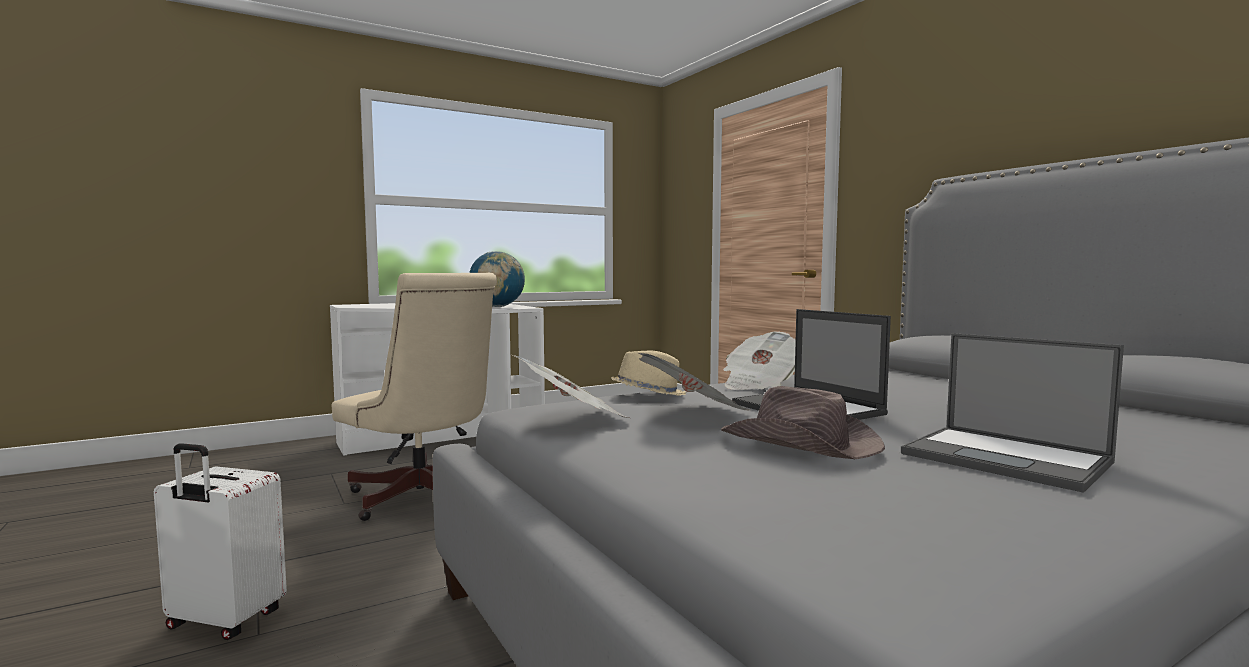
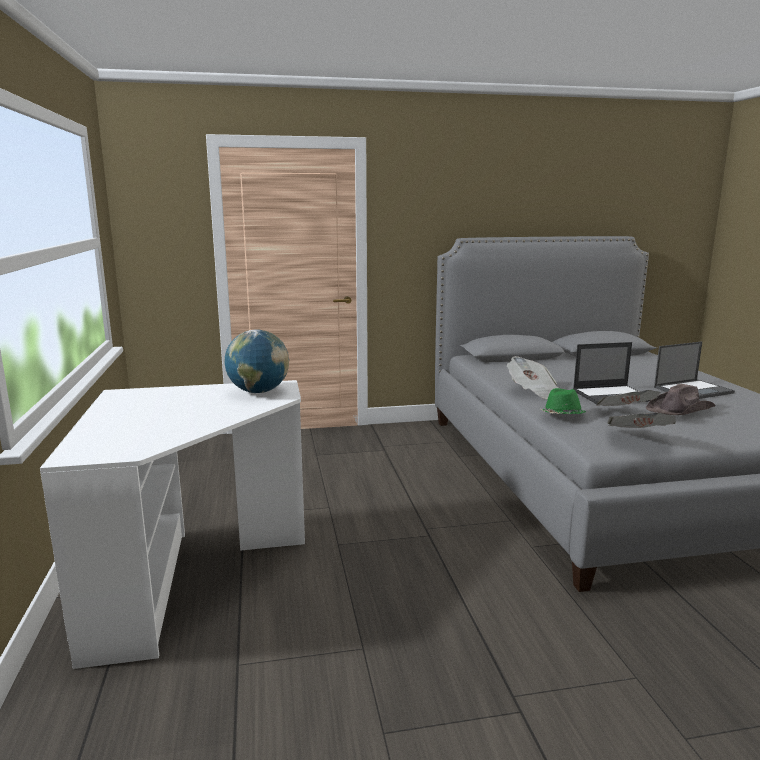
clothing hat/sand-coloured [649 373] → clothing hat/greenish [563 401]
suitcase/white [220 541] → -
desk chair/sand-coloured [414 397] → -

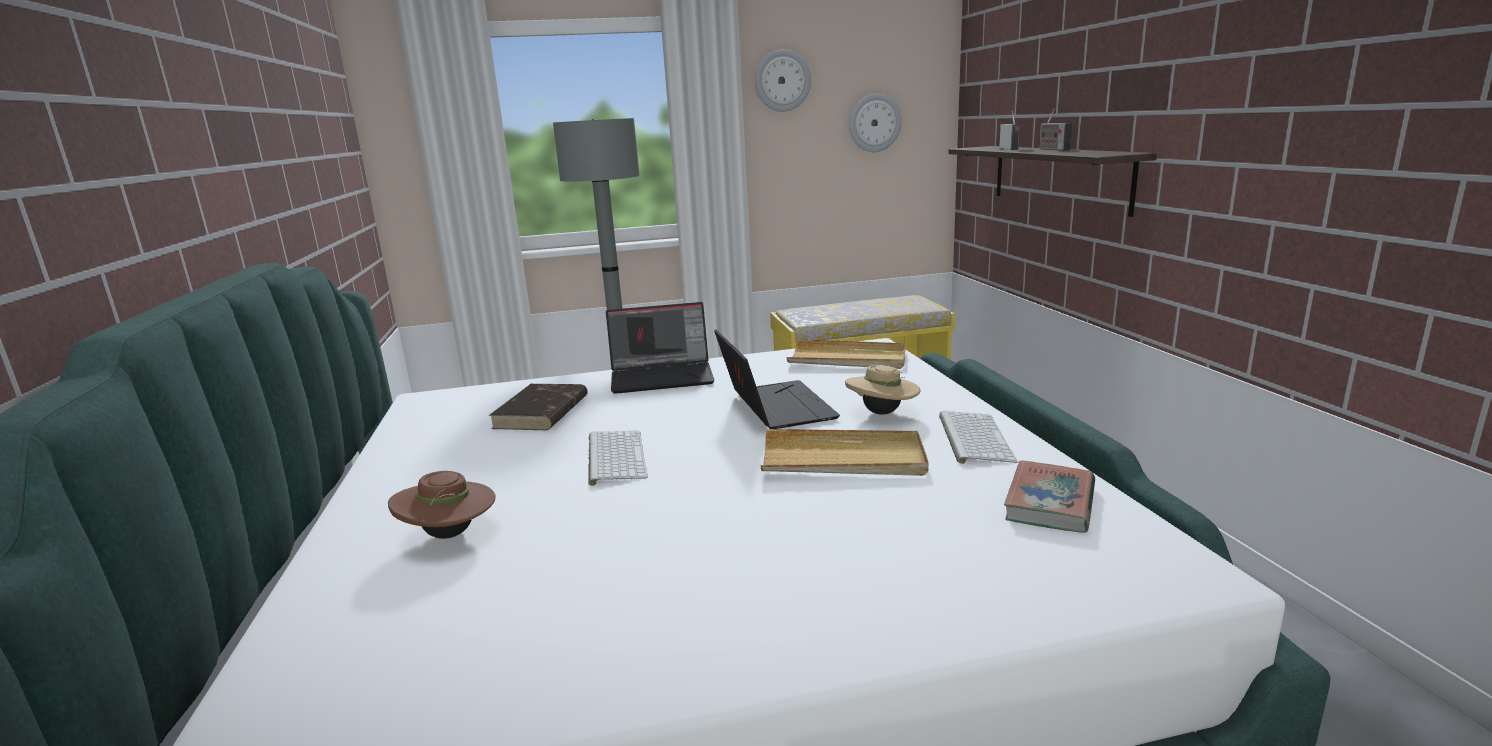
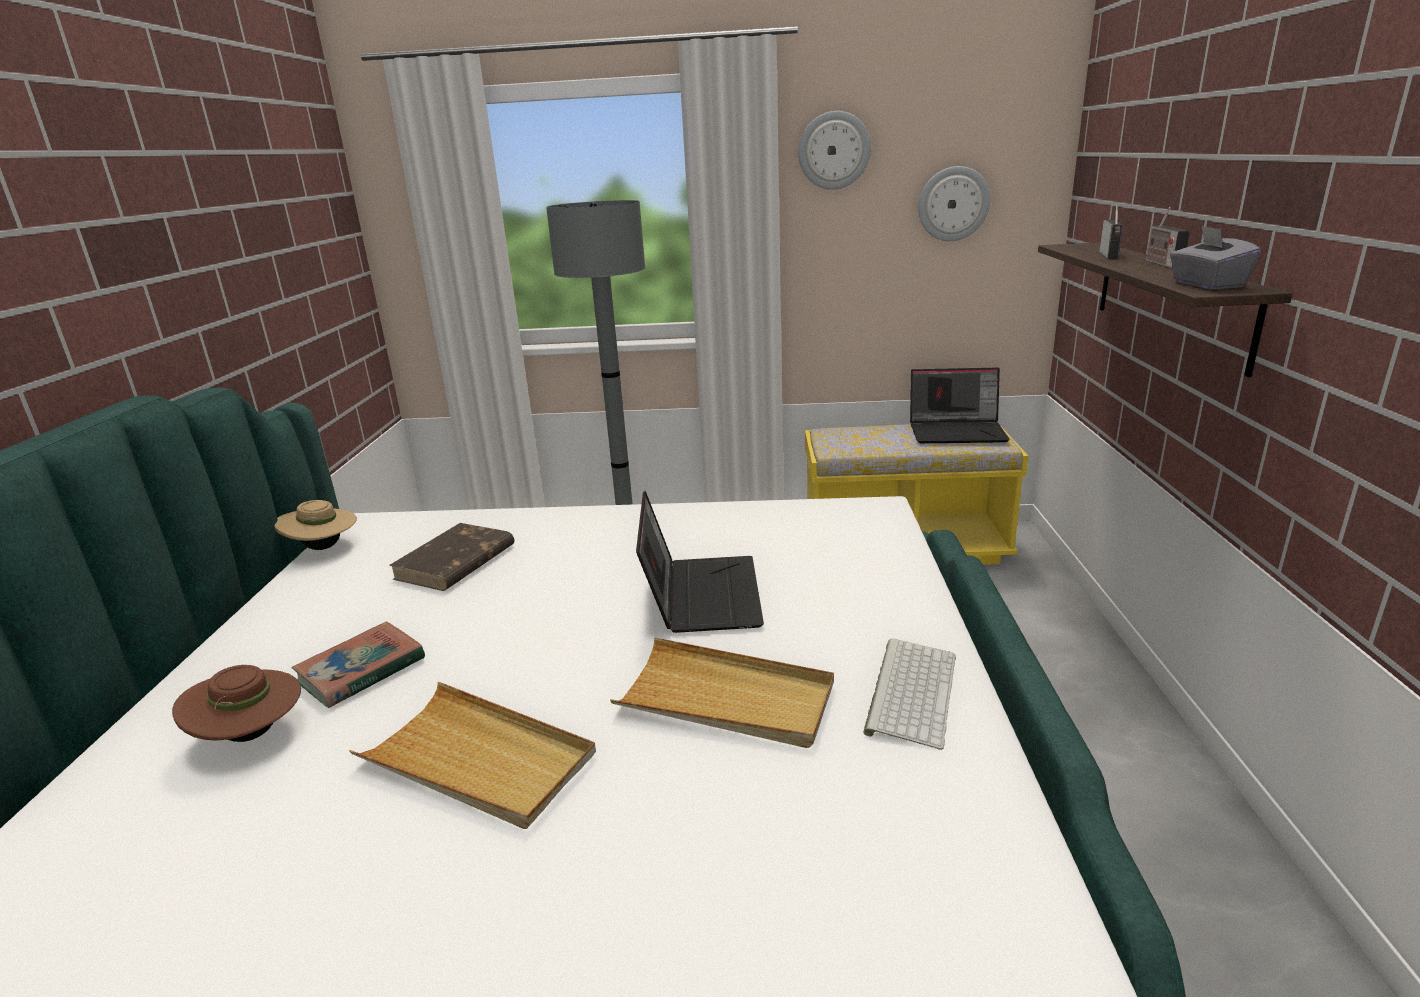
clothing hat/sand-coloured [883 390] → clothing hat/sand-coloured [315 525], move
volume [1049 496] → volume [358 664], move
serving tray/sand-coloured [846 354] → serving tray/sand-coloured [472 755], move
notebook computer [660 348] → notebook computer [960 405], move
- → tissue box/grey [1215 257]
keyboard [618 458] → -

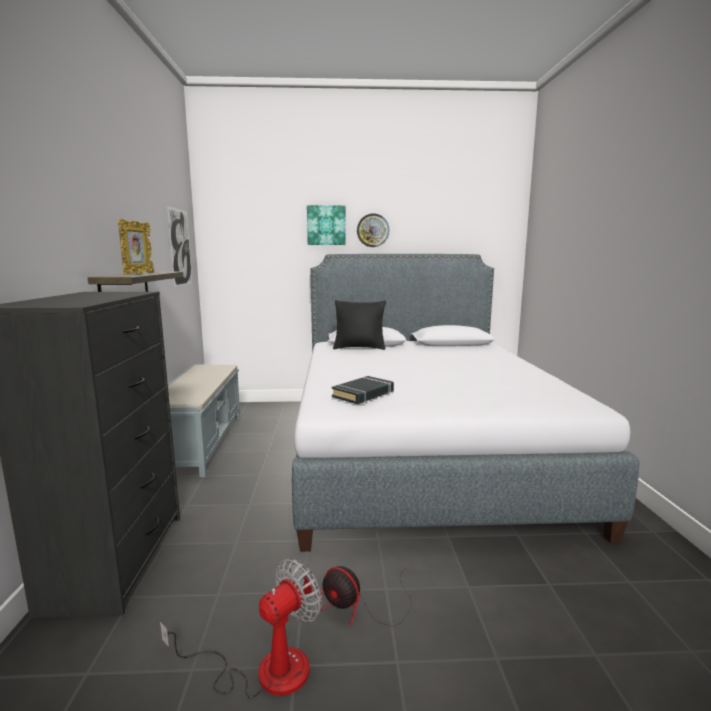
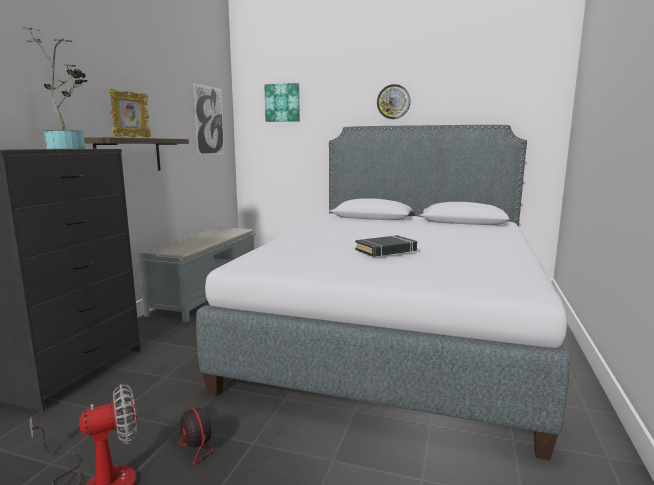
- → houseplant [55 88]
wall picture [326 225] → wall picture [282 102], move
volume/blackish [363 390] → volume/blackish [386 246], move
throw pillow/blackish [359 325] → -

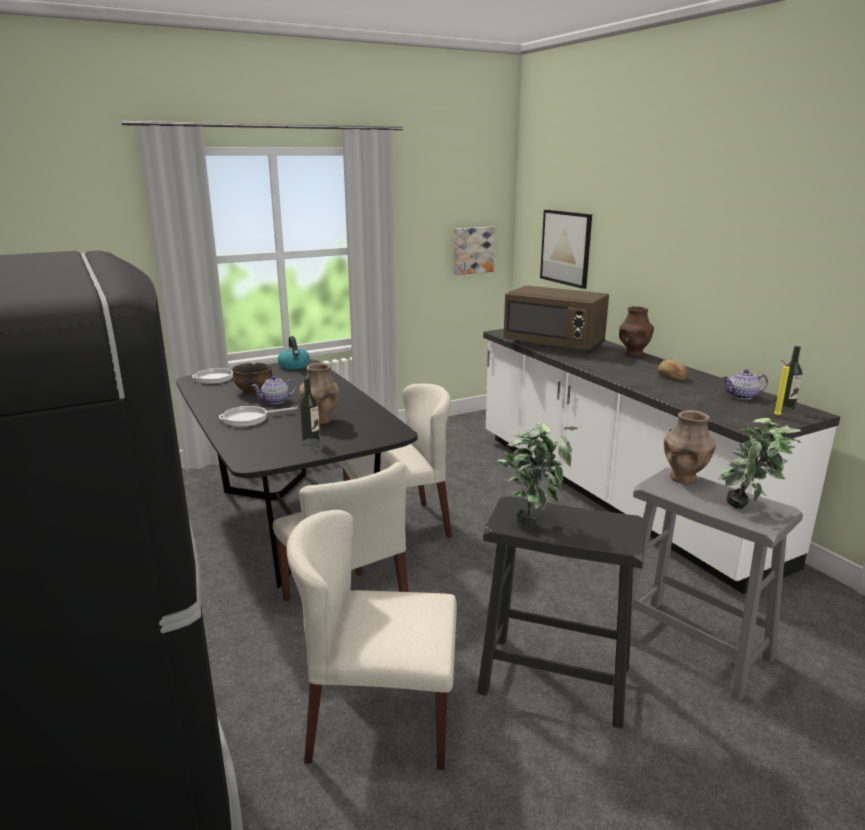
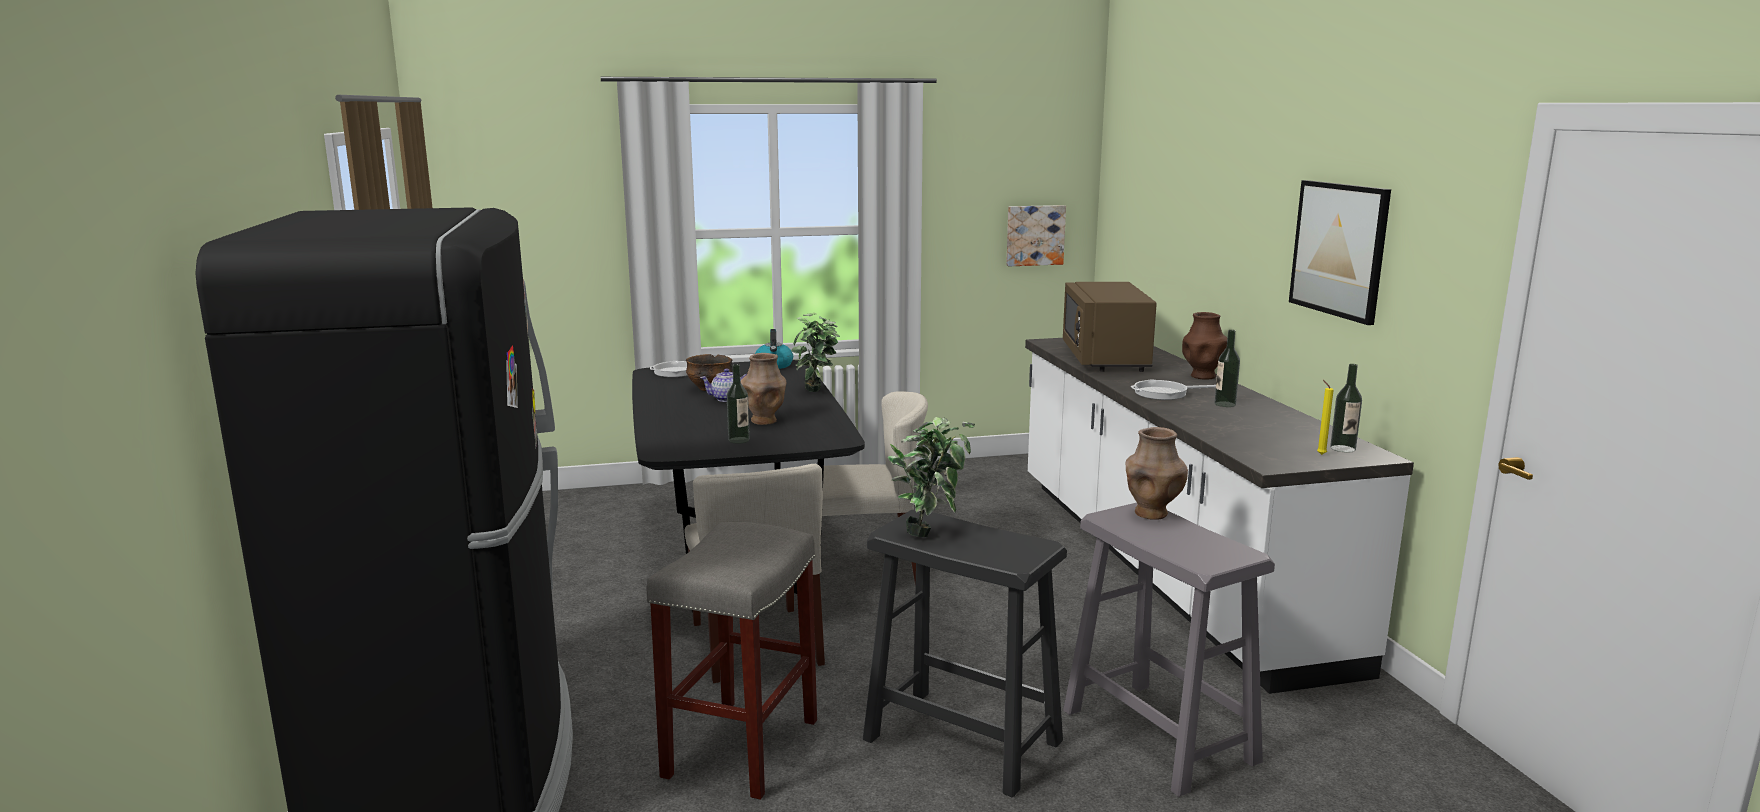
plain chair/sand-coloured [372 640] → stool/grey [731 661]
houseplant [759 463] → houseplant [815 352], move
microwave/brown-coloured [556 318] → microwave/brown-coloured [1110 327], 45 degrees clockwise
pan [258 416] → pan [1173 389], move
bakery bread [673 370] → drink bottle [1227 368]
wall picture [566 249] → wall picture [1340 252], move
teapot [745 384] → -

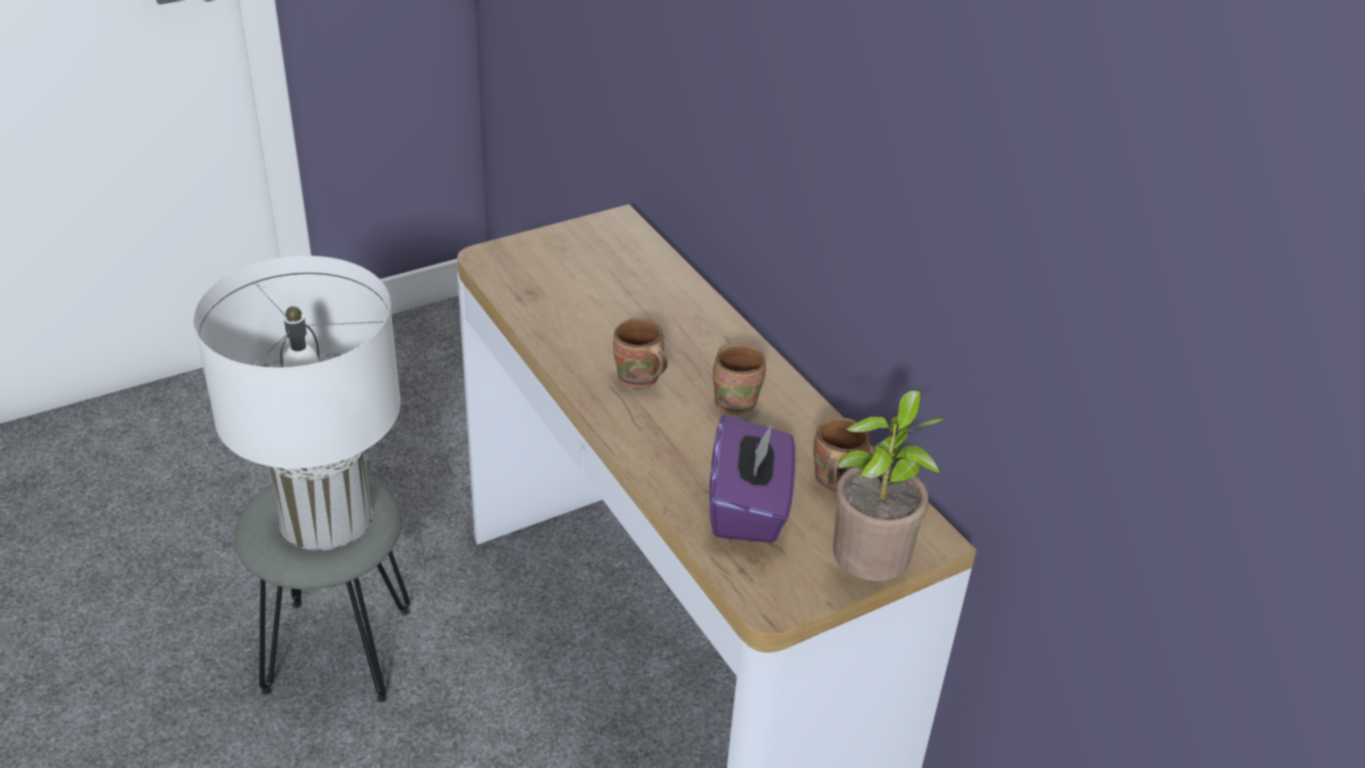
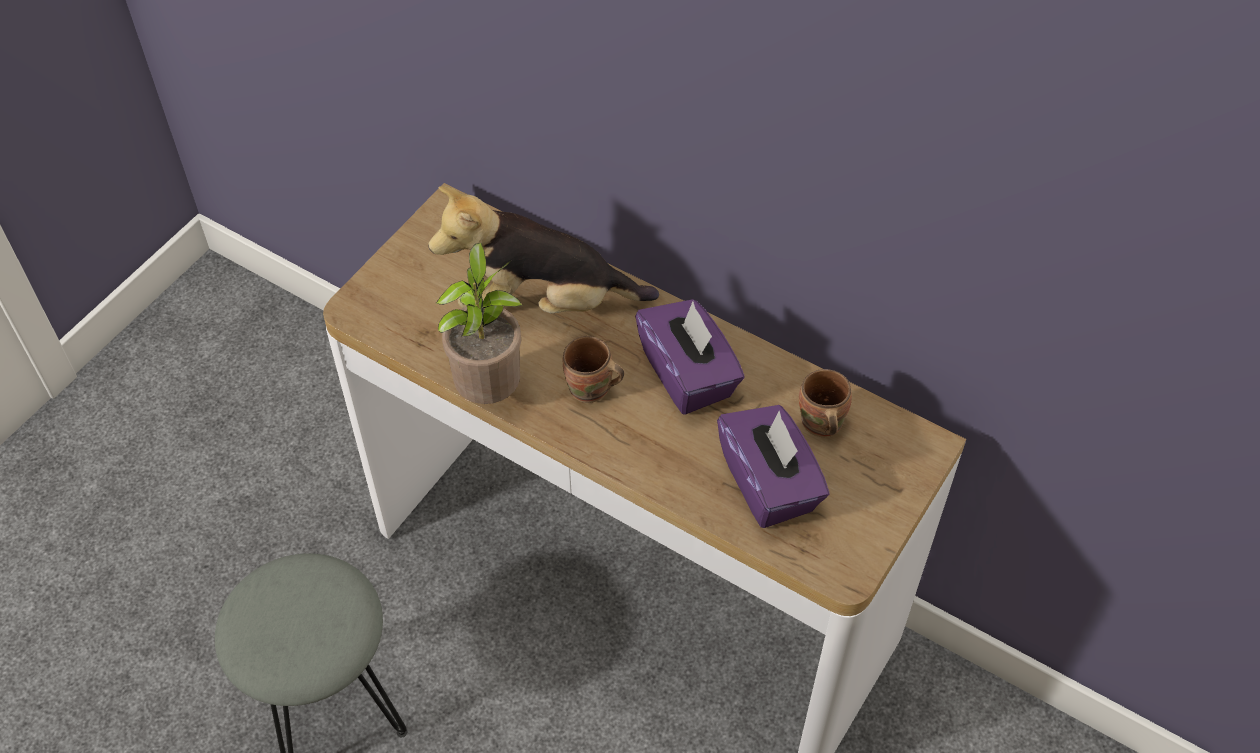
- → cuddly toy [543 249]
houseplant [889 485] → houseplant [479 323], move
coffee mug/brown-coloured [739 379] → tissue box/purplish [690 357]
tabletop lamp/white [297 403] → -

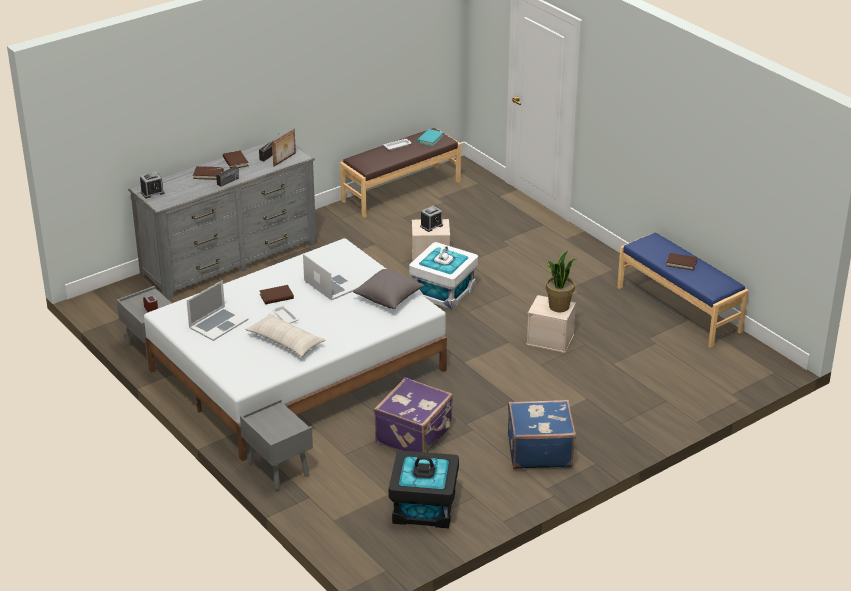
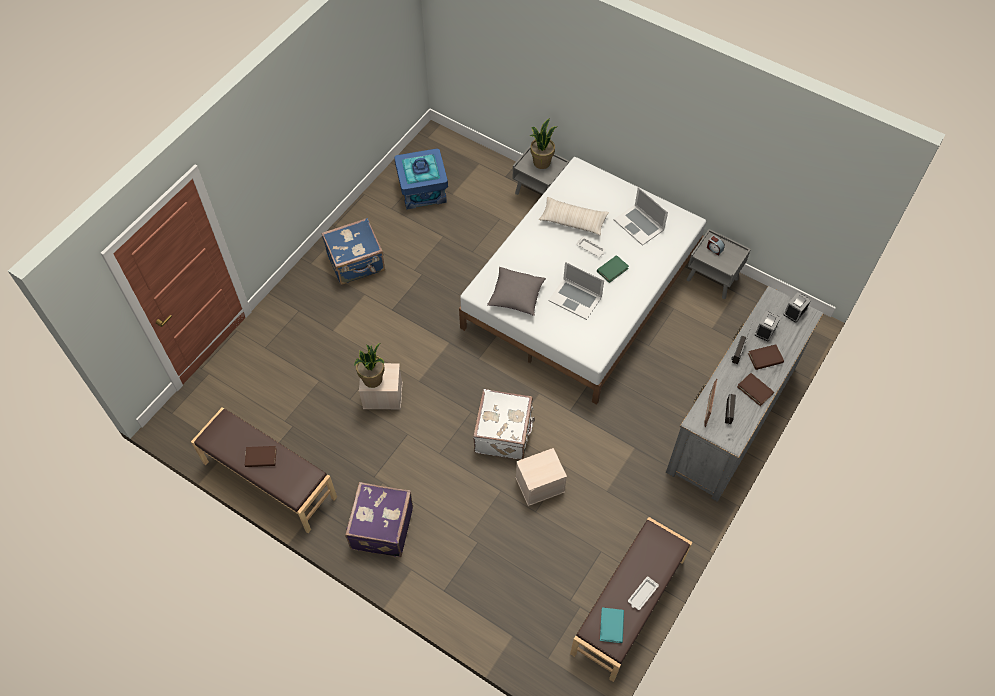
indoor bench/blue-coloured [683 290] → indoor bench/brown-coloured [264 470]
suitcase/purplish [413 414] → suitcase/purplish [379 519], move
storage container/blackish [424 489] → storage container/blue-coloured [421 179]
storage container/white [443 276] → suitcase/white [504 424]
- → houseplant [543 143]
volume/brown-coloured [277 294] → volume/greenish [613 269]
notebook computer [218 310] → notebook computer [641 216], 60 degrees counterclockwise
alarm clock [431 219] → alarm clock [768 326], move

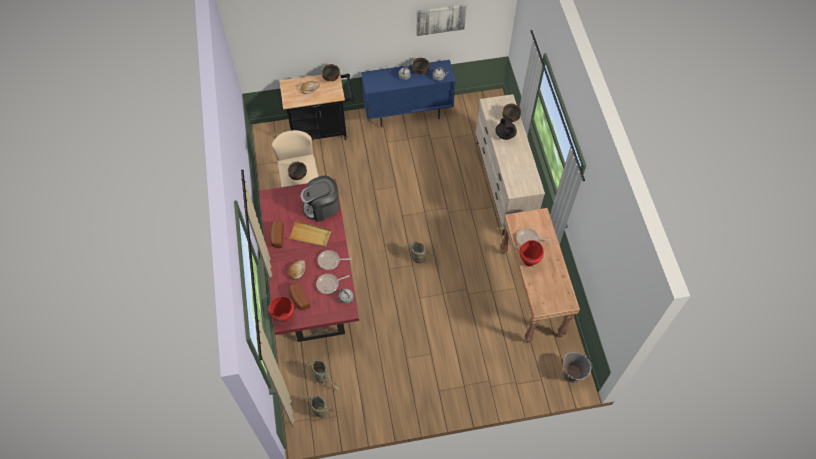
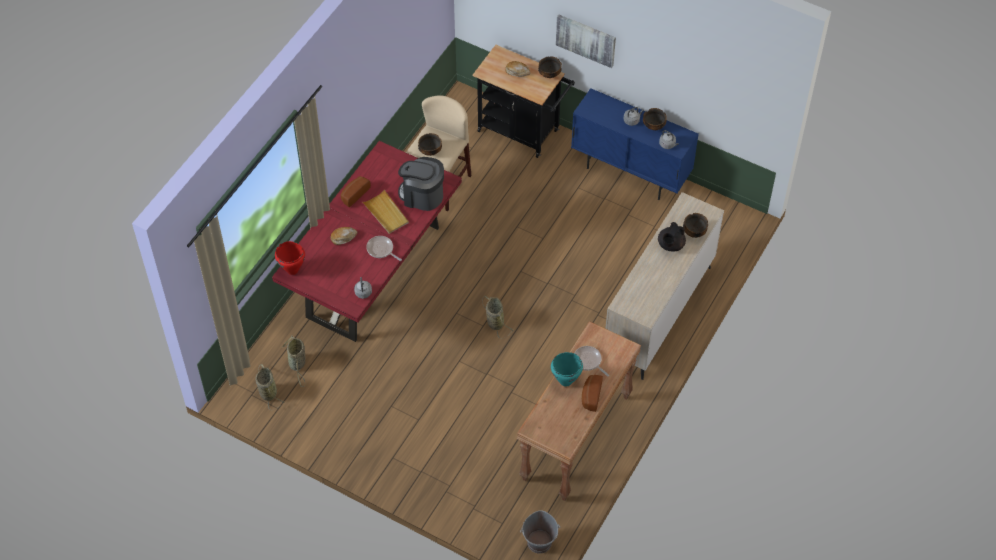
cooking pot/red-coloured [532 253] → cooking pot/turquoise-coloured [567 369]
wall picture [442 20] → wall picture [586 41], move
bakery bread [299 295] → bakery bread [592 393], move
pan [333 284] → -

